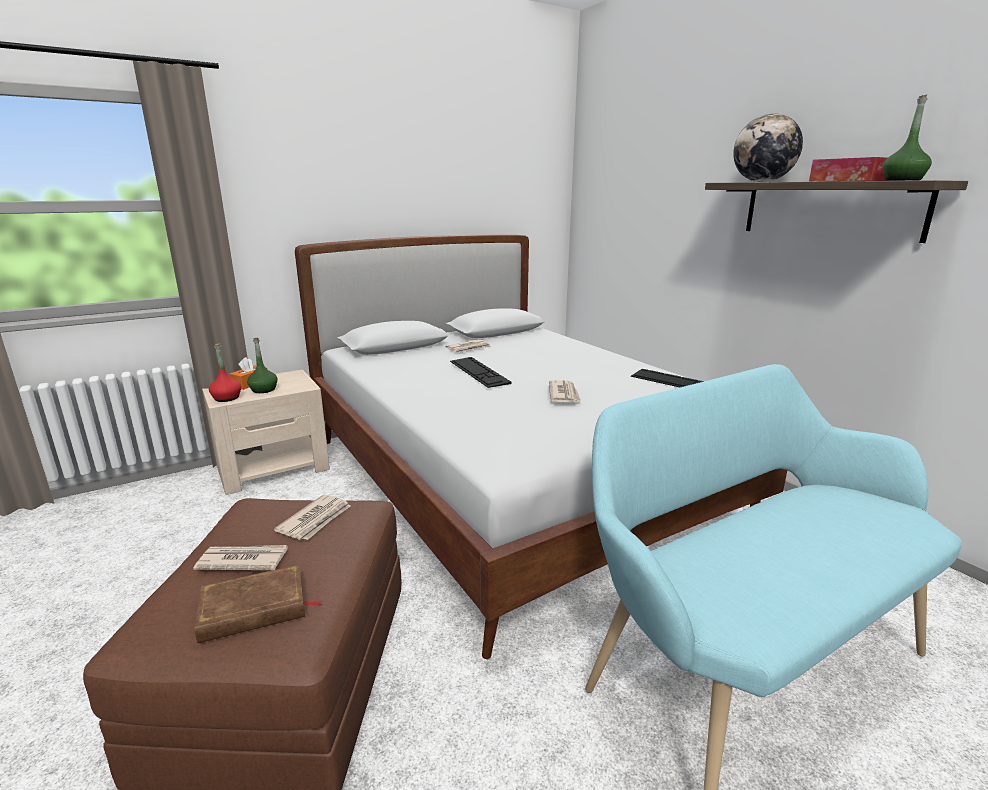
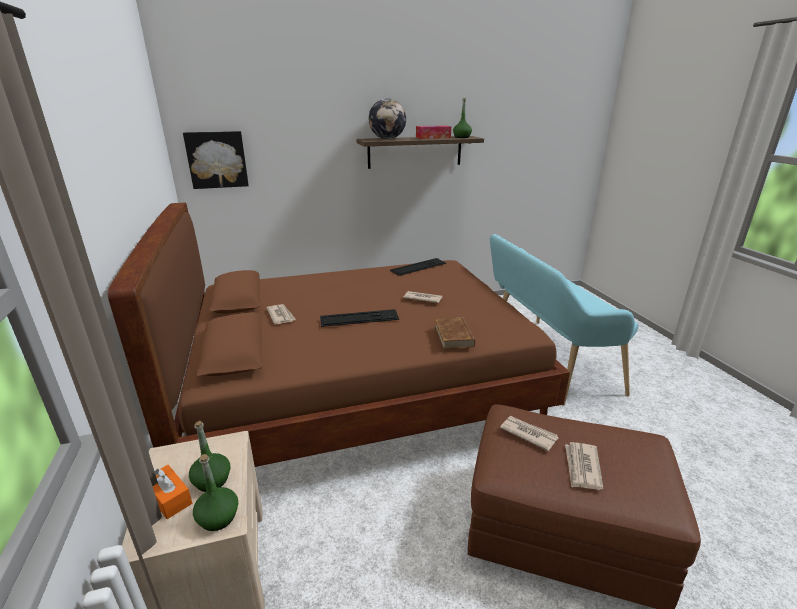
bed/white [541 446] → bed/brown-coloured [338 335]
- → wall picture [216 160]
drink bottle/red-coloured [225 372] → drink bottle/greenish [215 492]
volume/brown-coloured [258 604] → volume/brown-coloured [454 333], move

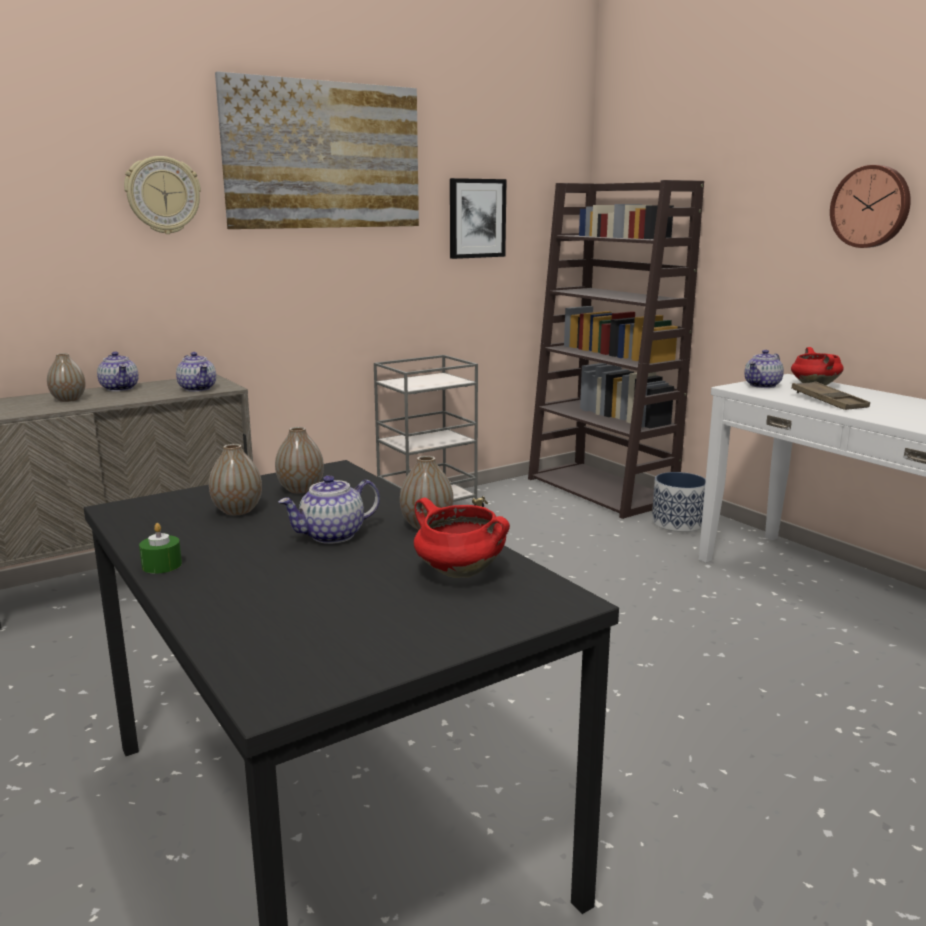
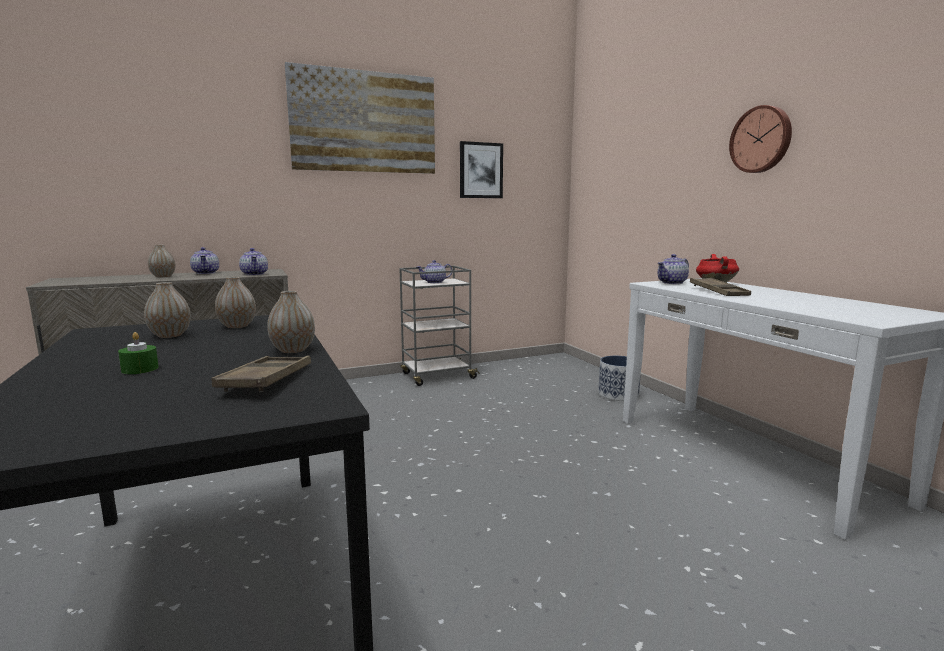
wax light/greenish [160 548] → wax light/greenish [138 353], move
cooking pot/red-coloured [462 538] → serving tray/brown-coloured [261 374]
teapot [329 509] → teapot [434 271], move
wall clock [162 195] → -
bookshelf/brown-coloured [616 349] → -

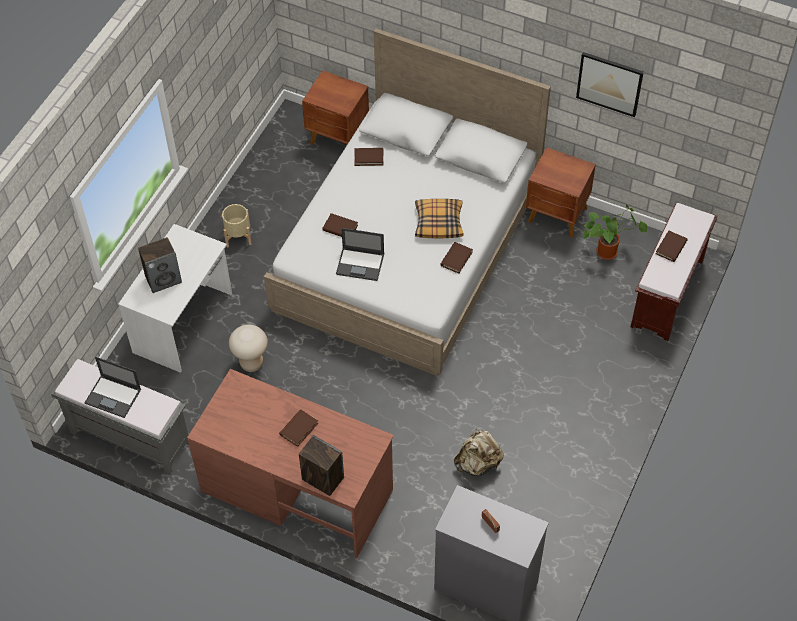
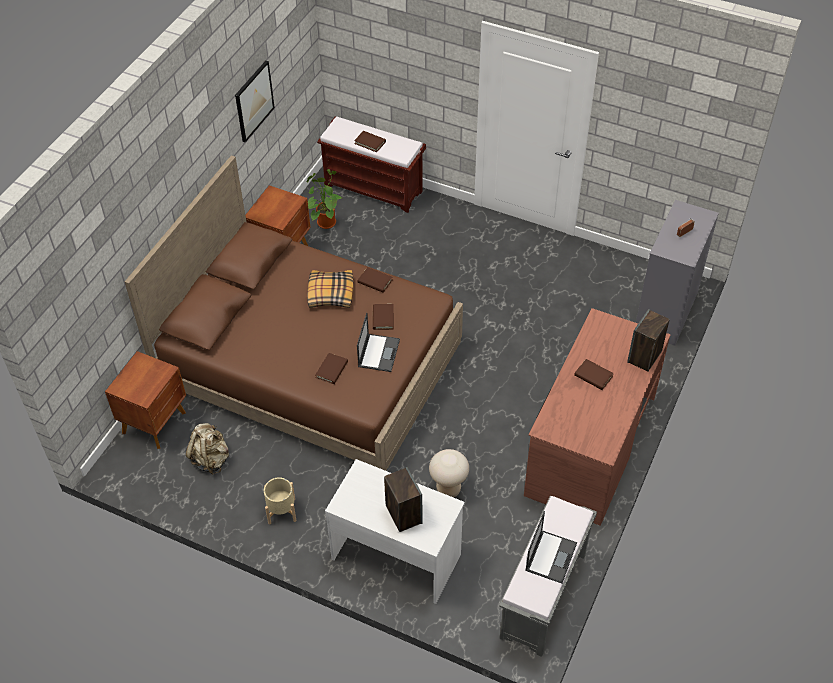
bed/white [407 202] → bed/brown-coloured [294 313]
rucksack/sand-coloured [479 452] → rucksack/sand-coloured [207 449], move
volume/brown-coloured [369 157] → volume/brown-coloured [383 317], move

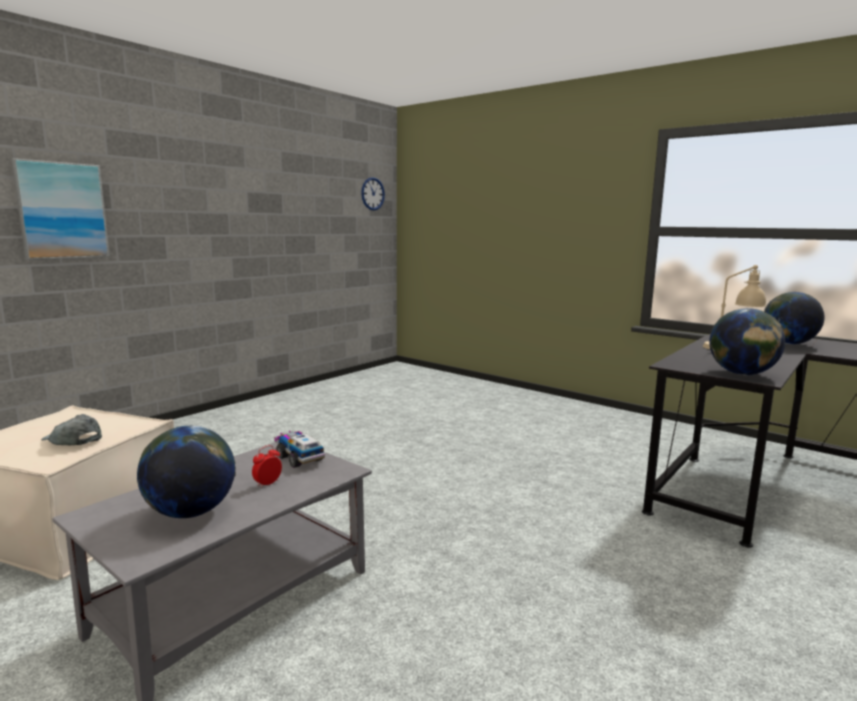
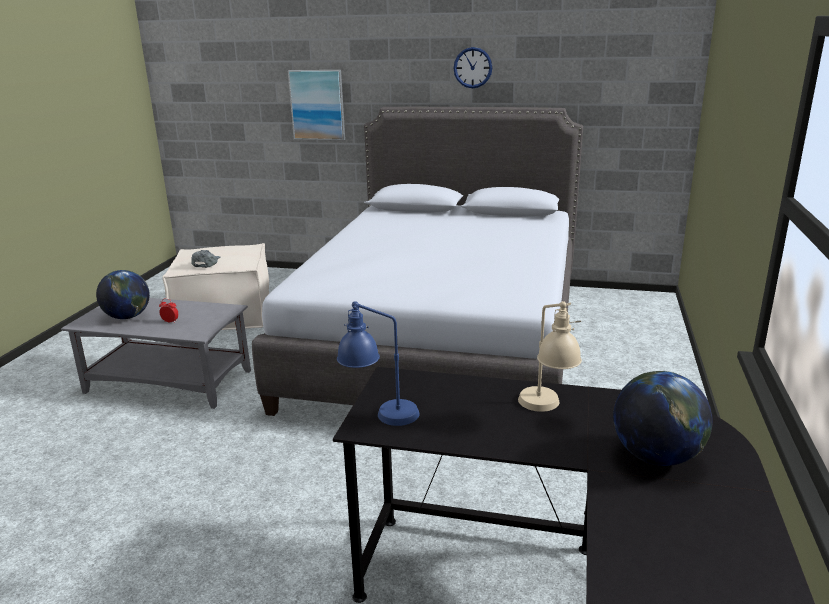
- → bed/grey [417 261]
world globe [747 341] → tabletop lamp/blue-coloured [378 363]
wall clock [373 193] → wall clock [473 67], move
toy truck [299 449] → -

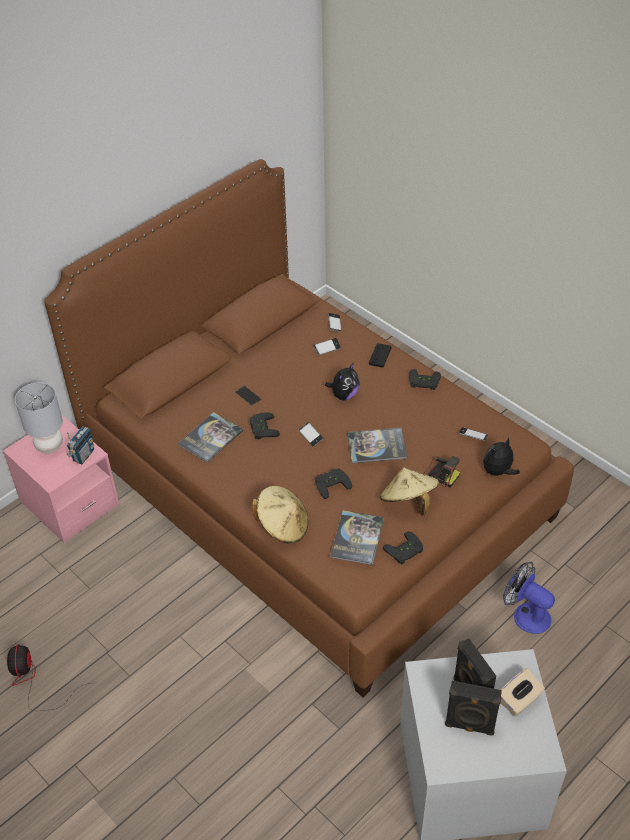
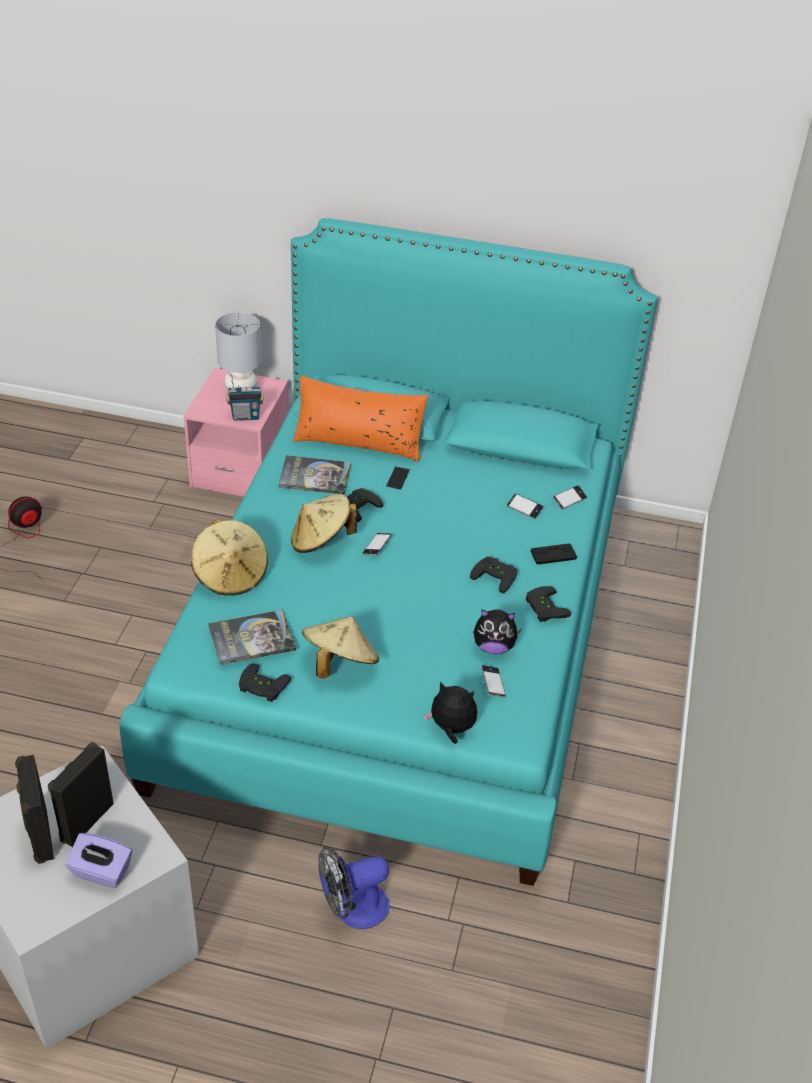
tissue box/sand-coloured [523 692] → tissue box/purplish [98 860]
bed/brown-coloured [309 428] → bed/turquoise-coloured [388 552]
- → clothing hat/sand-coloured [324 523]
- → throw pillow/orange [360 418]
electric fan [529 598] → electric fan [354 888], 120 degrees counterclockwise
gamepad/blackish [333 483] → gamepad/blackish [494 574], move
cuddly toy [342 382] → cuddly toy [497 632], move
volume [377 445] → -
photo camera [442 471] → -

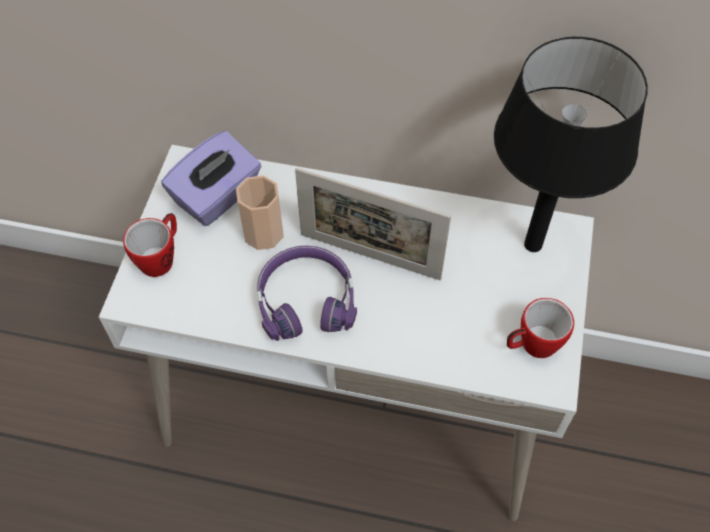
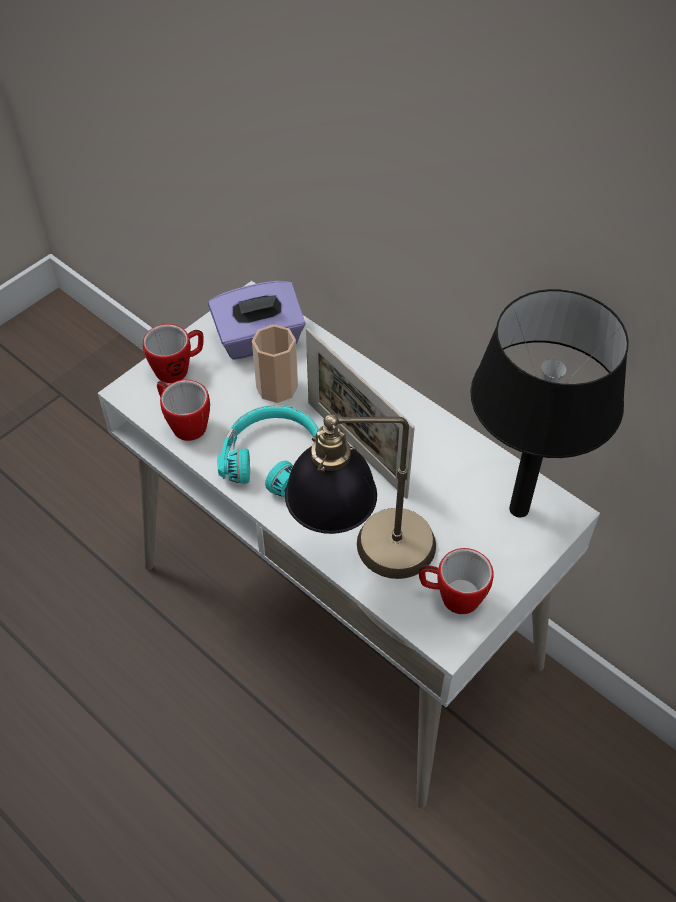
- → coffee mug [183 410]
headset/purplish [307 293] → headset/turquoise-coloured [268 451]
- → tabletop lamp [360 496]

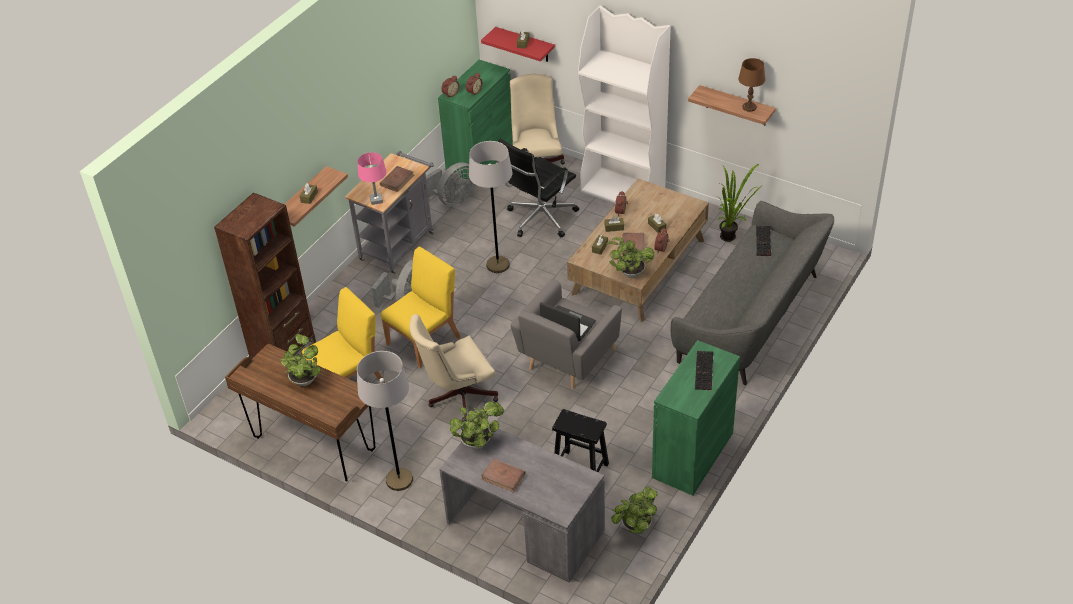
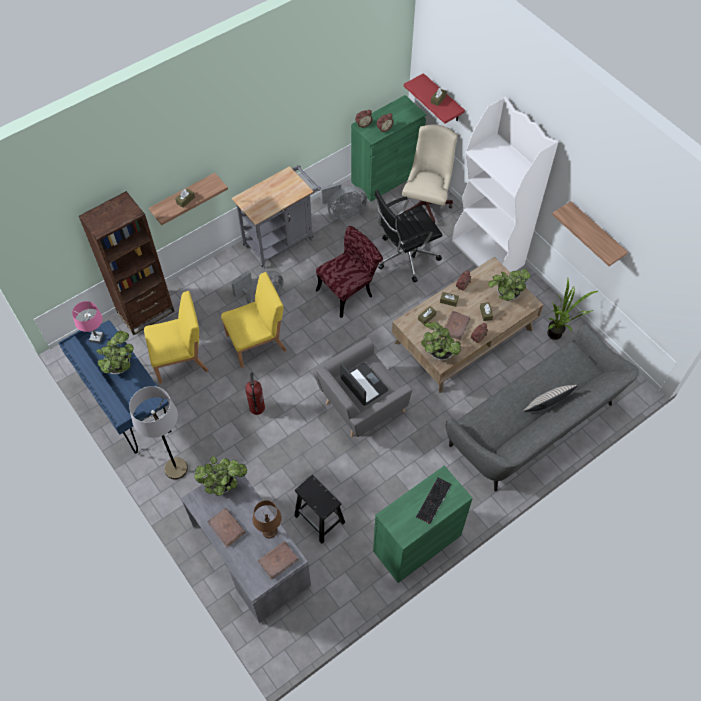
desk table/brown-coloured [300 412] → desk table/blue-coloured [114 387]
tabletop lamp/pink-coloured [372 178] → tabletop lamp/pink-coloured [88 322], move
desk chair/sand-coloured [453 367] → fire extinguisher [255 393]
tabletop lamp/brown-coloured [751 85] → tabletop lamp/brown-coloured [267 519], move
volume/brown-coloured [397 179] → volume/brown-coloured [278 560], move
standing lamp/grey [491 207] → plain chair/red-coloured [349 272]
houseplant [634 510] → houseplant [509 285], move
- → throw pillow/sand-coloured [550 398]
keyboard [763 241] → -

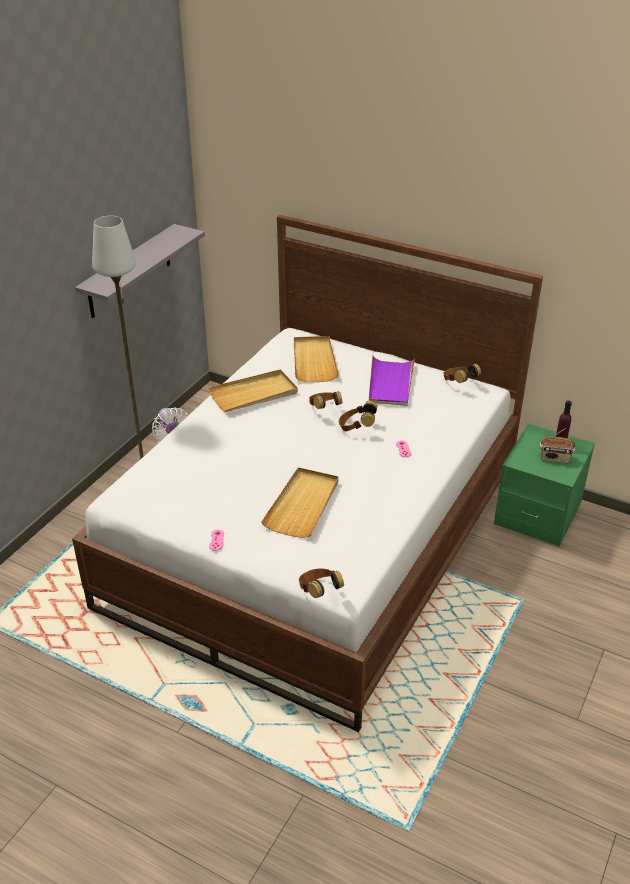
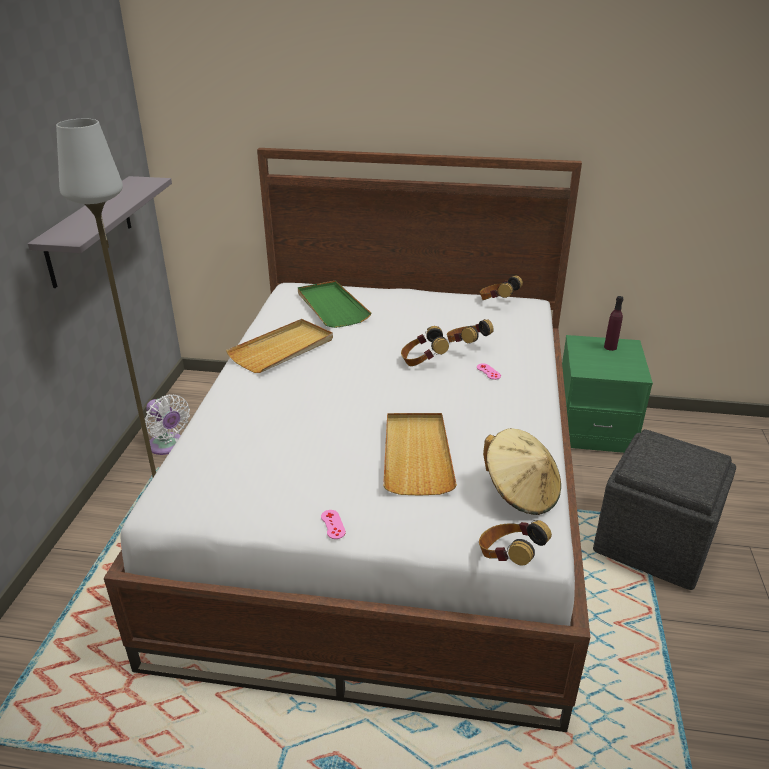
serving tray/sand-coloured [316 359] → serving tray/greenish [334 304]
headset [325 400] → headset [470 331], move
- → clothing hat/sand-coloured [522 471]
- → ottoman/grey [664 509]
serving tray/purplish [392 380] → -
radio receiver [557 445] → -

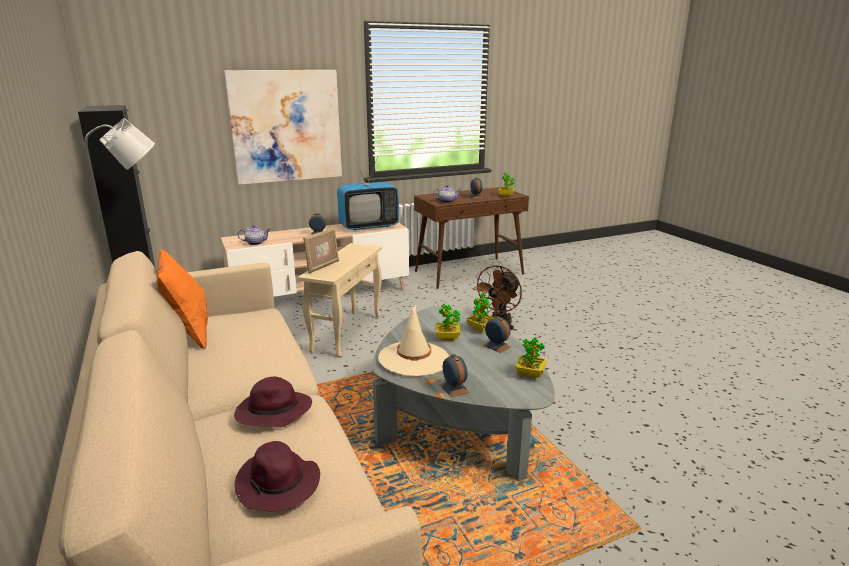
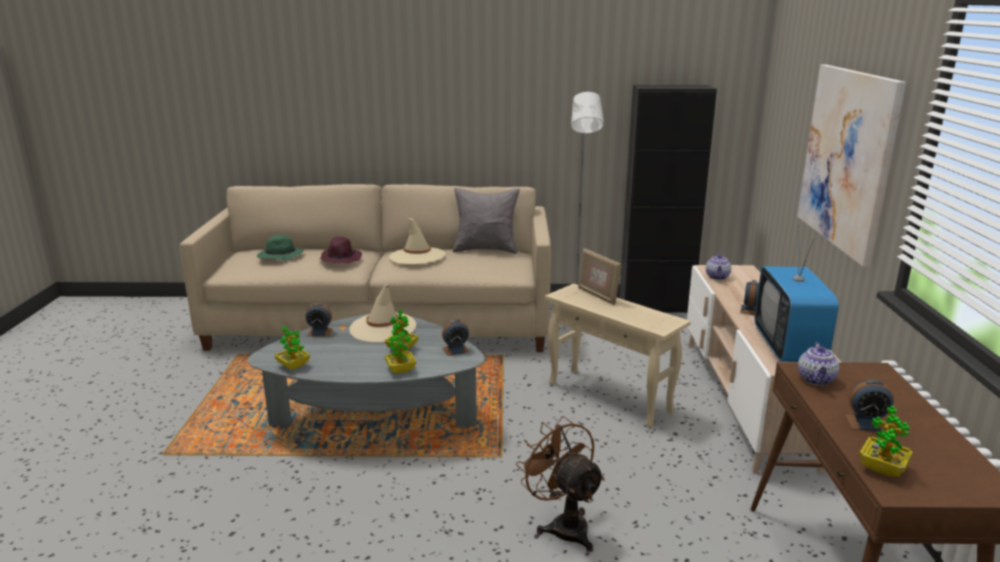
clothing hat/purplish [277 476] → clothing hat/greenish [280 248]
- → clothing hat/sand-coloured [417 241]
alarm clock [497 334] → alarm clock [455 337], move
throw pillow/orange [182 299] → throw pillow/grey [486 221]

